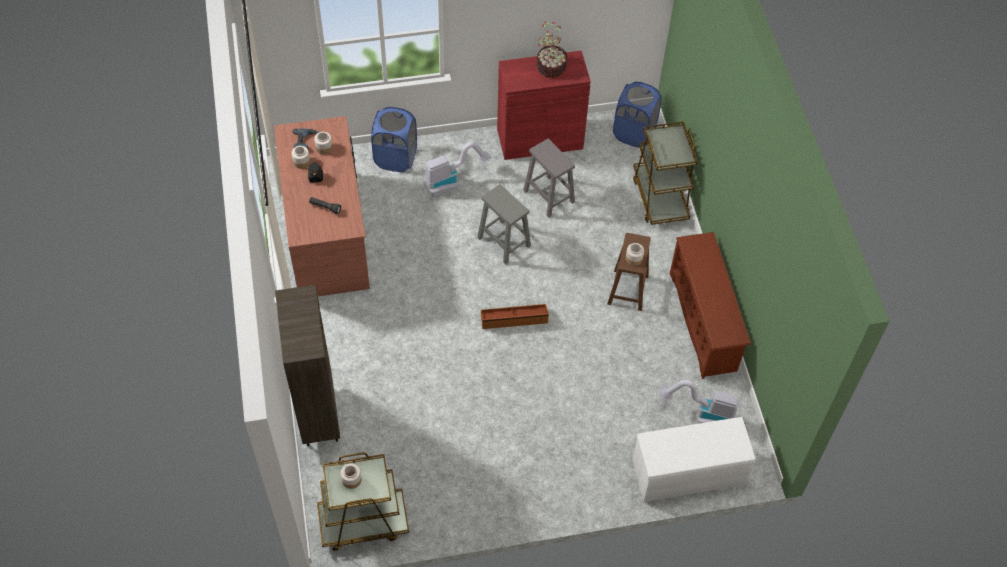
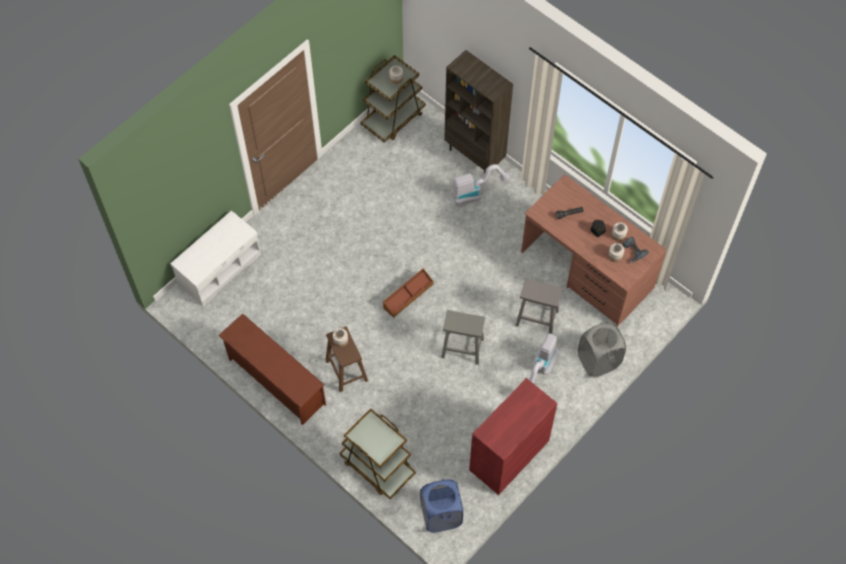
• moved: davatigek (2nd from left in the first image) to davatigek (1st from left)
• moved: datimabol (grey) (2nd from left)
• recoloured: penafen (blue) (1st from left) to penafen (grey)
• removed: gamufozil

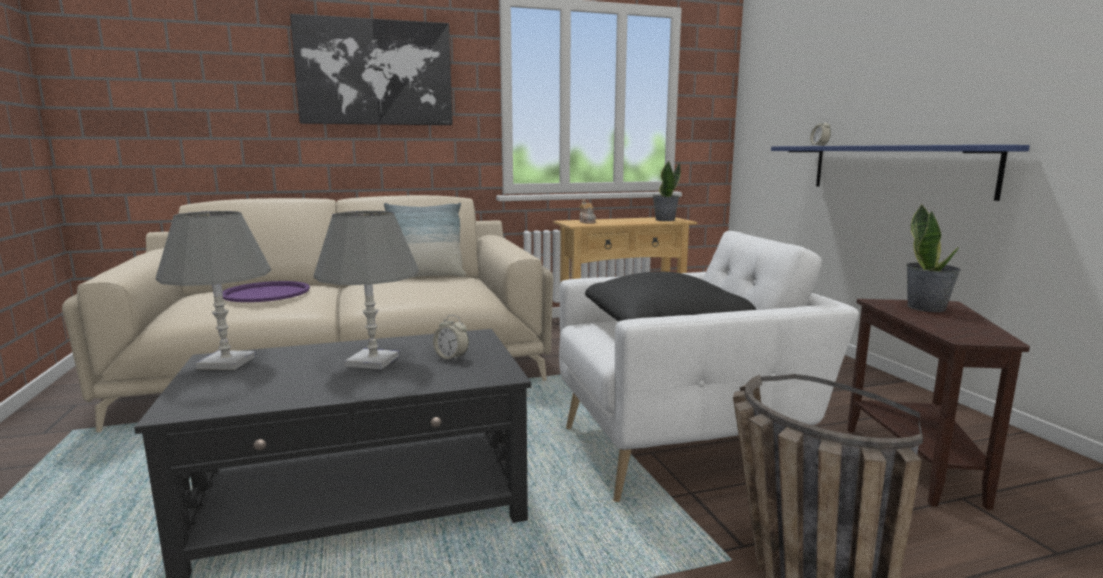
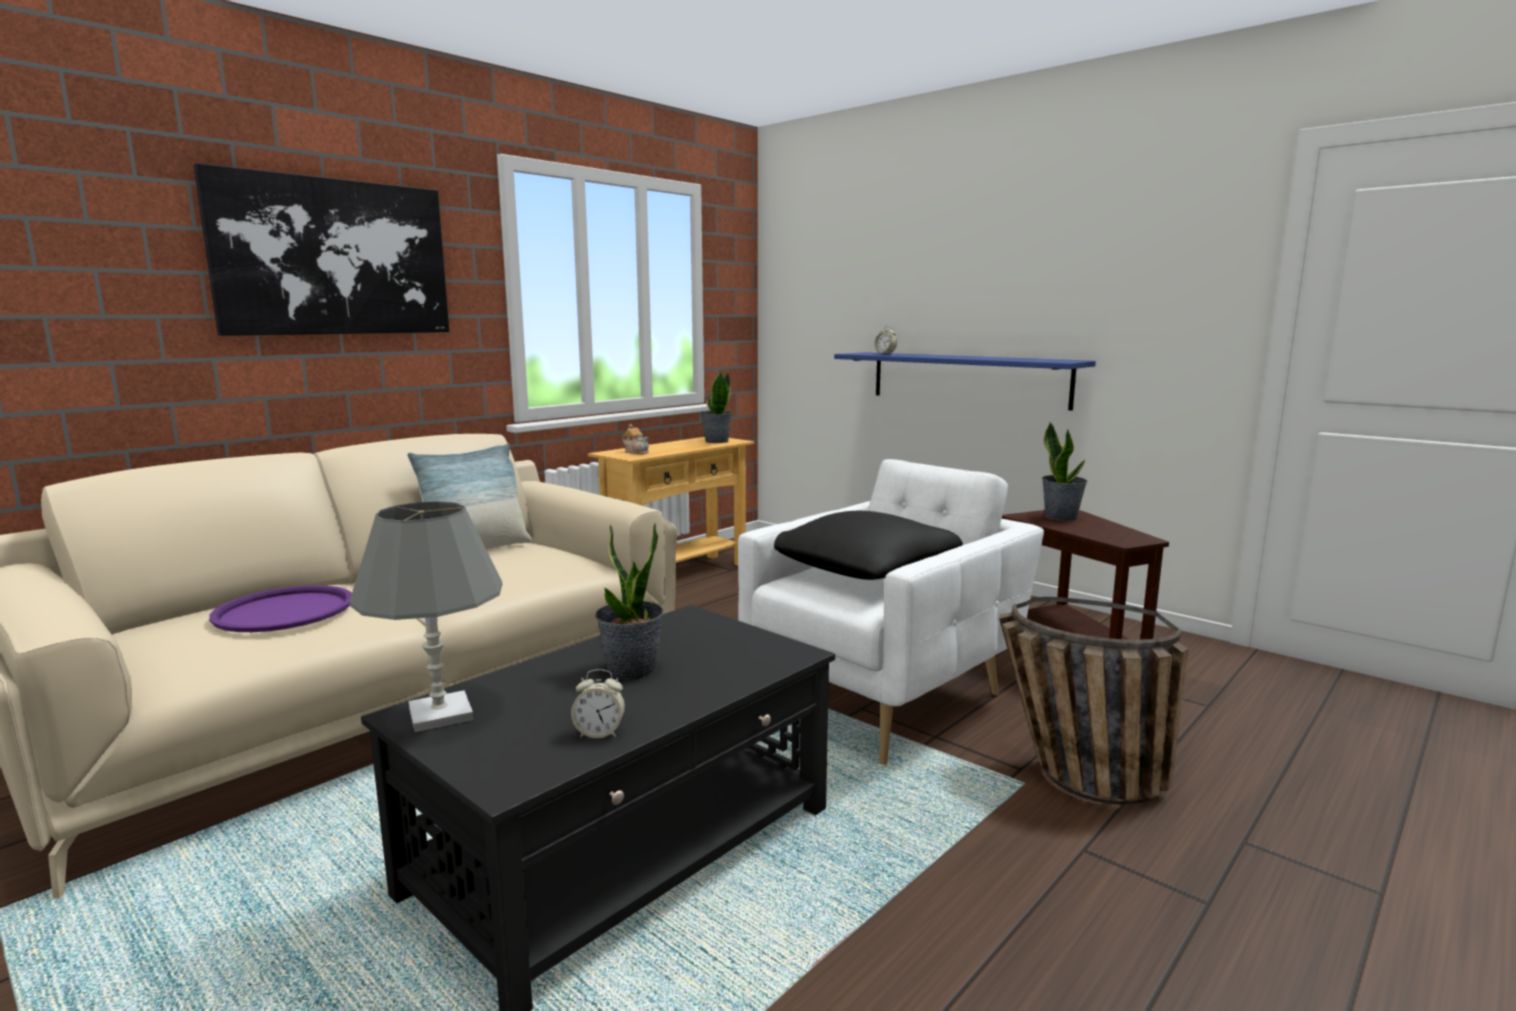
• moved: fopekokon (1st from left)
• replaced: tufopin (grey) (2nd from left) to gamufozil (1st from left)

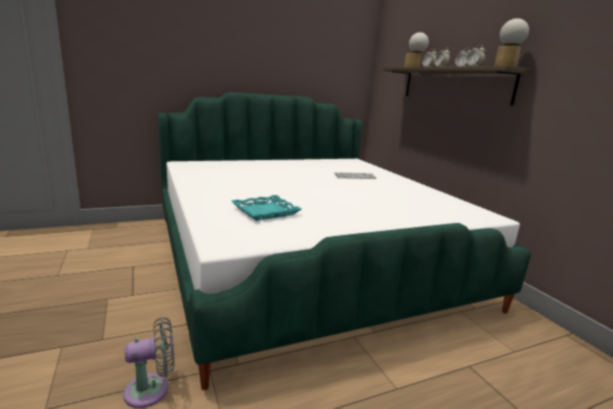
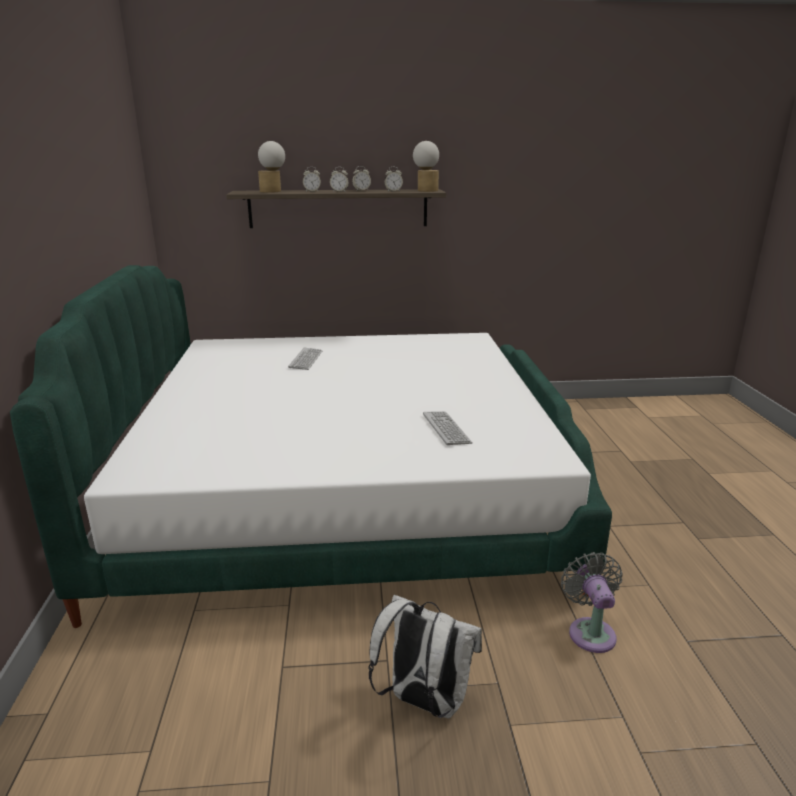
• added: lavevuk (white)
• replaced: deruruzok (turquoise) to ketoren (2nd from left)

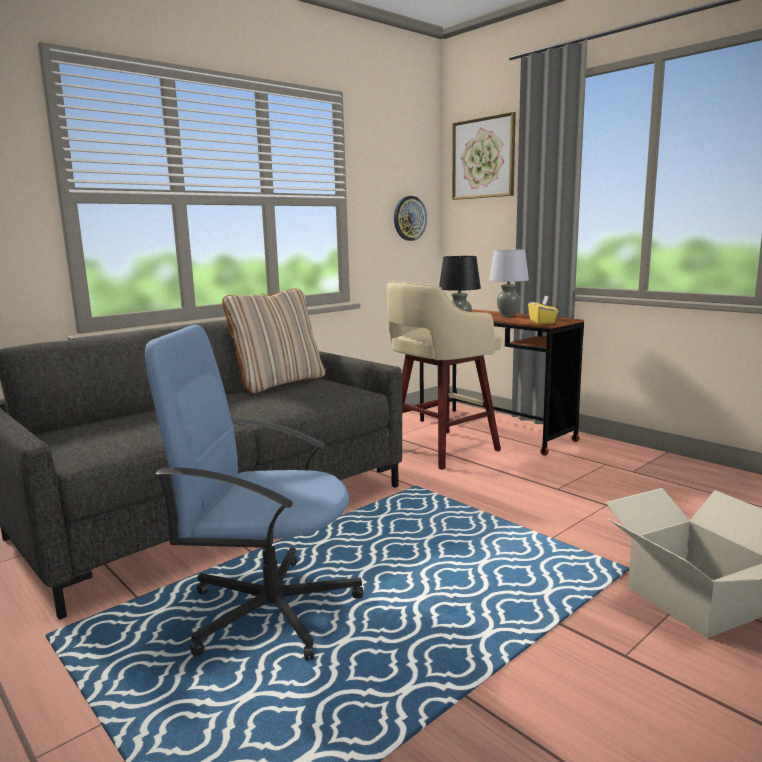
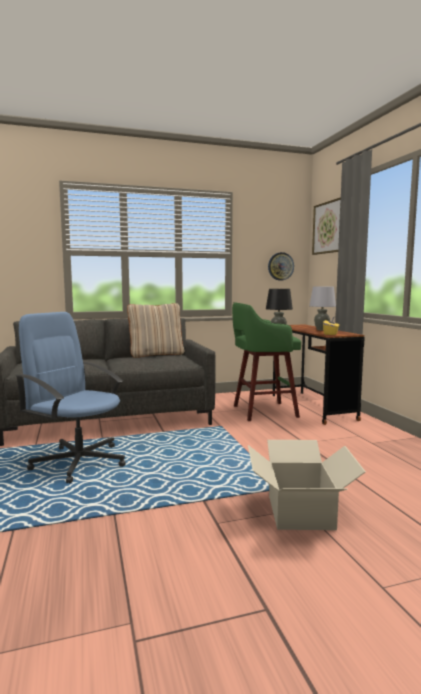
• recoloured: datimabol (beige) to datimabol (green)

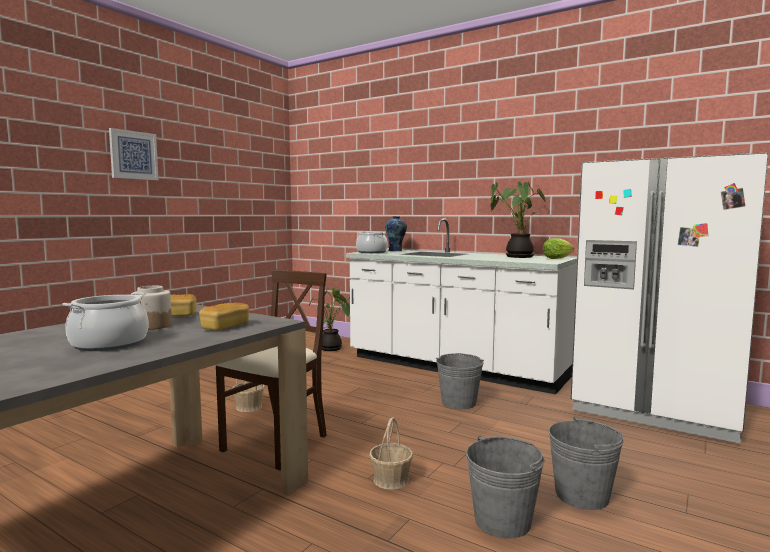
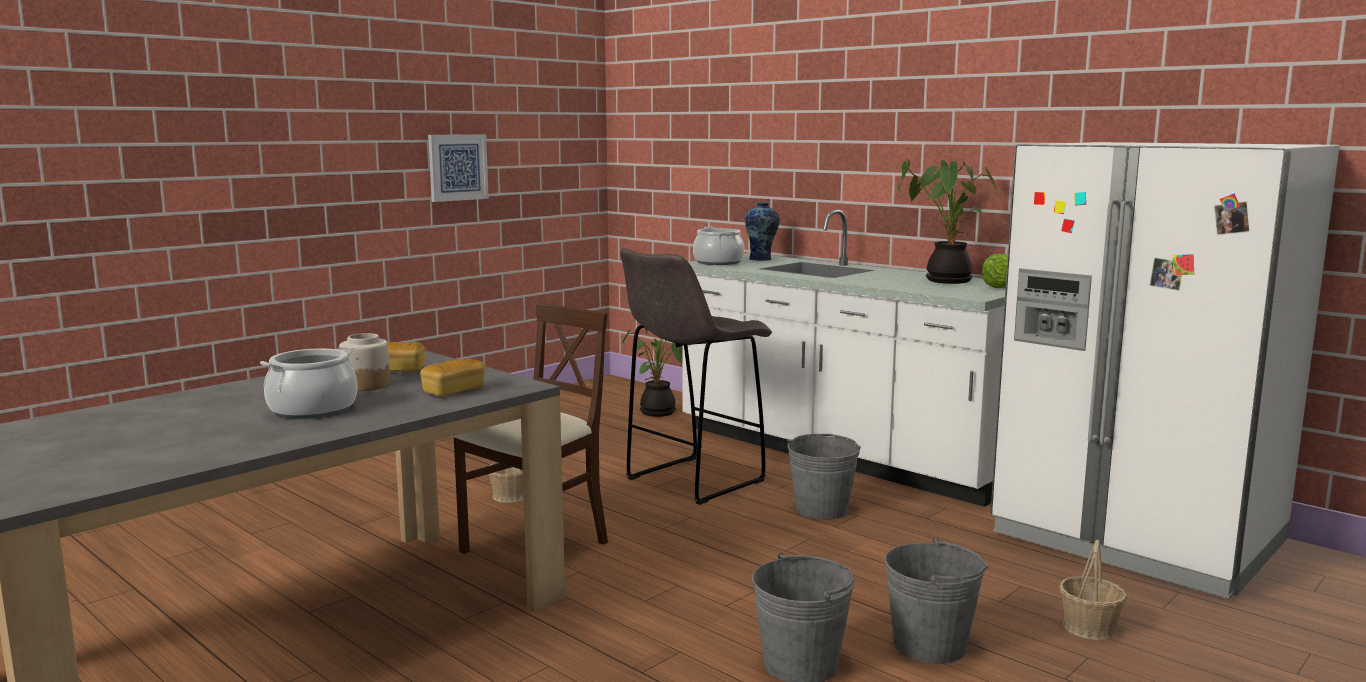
• moved: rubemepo
• added: datimabol (grey)
• moved: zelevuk (2nd from left)

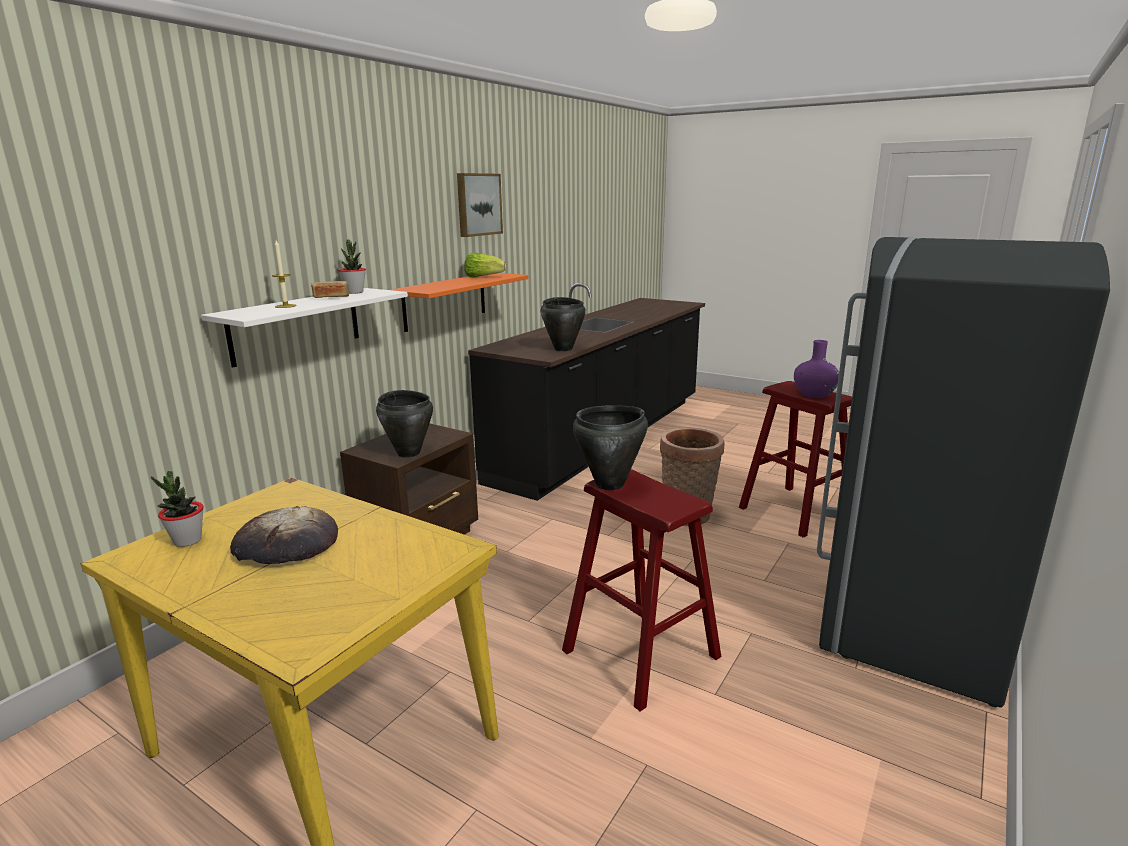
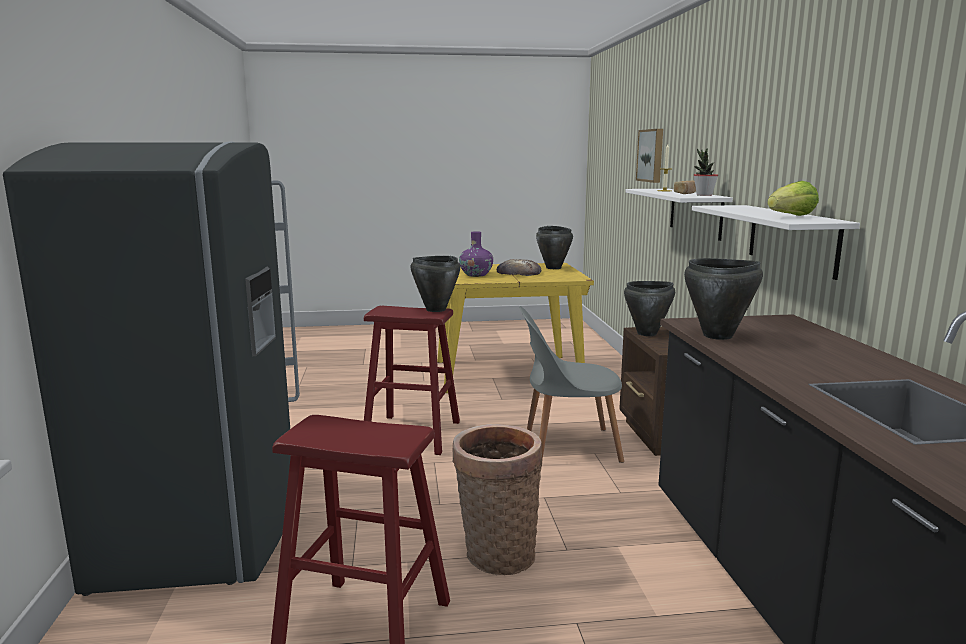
• moved: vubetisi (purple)
• added: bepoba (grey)
• replaced: gamufozil (1st from left) to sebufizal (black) (2nd from left)
• moved: rubemepo
• recoloured: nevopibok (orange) to nevopibok (white) (2nd from left)

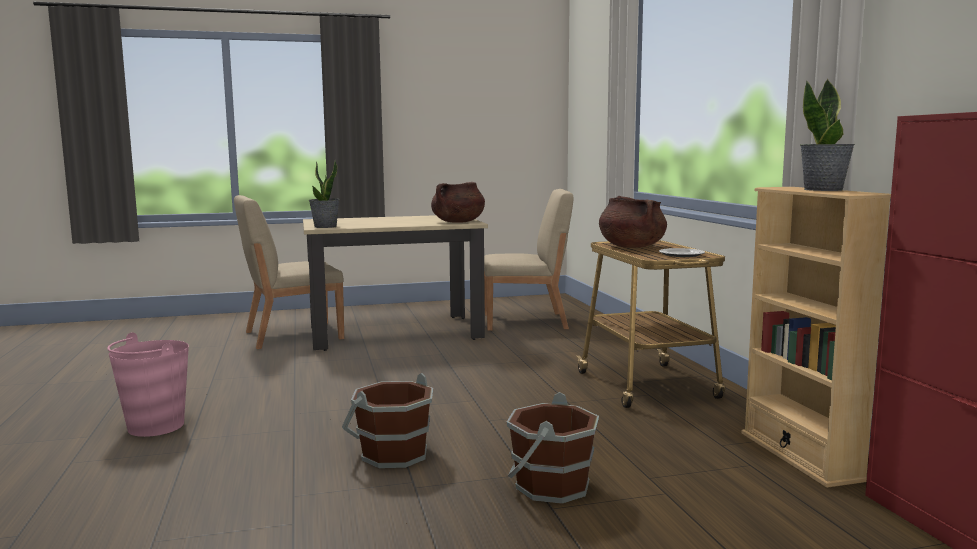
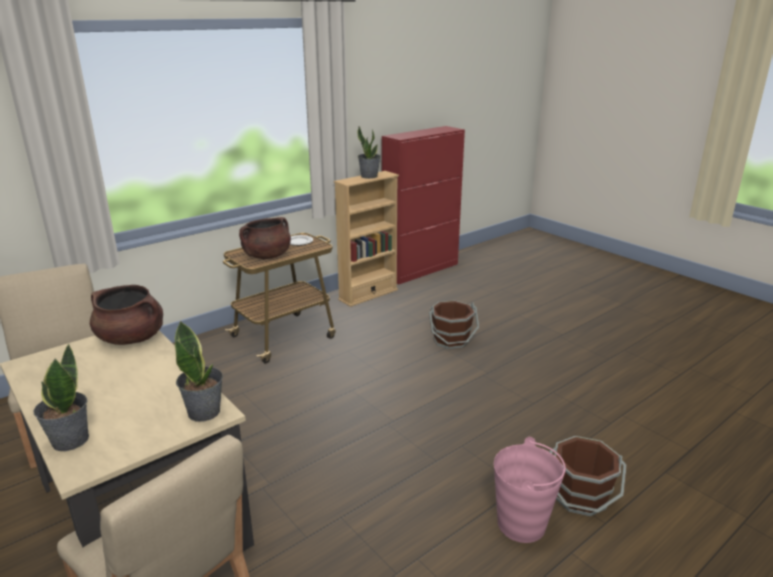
• added: gamufozil (1st from left)
• moved: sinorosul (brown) (1st from left in the first image) to sinorosul (brown) (2nd from left)

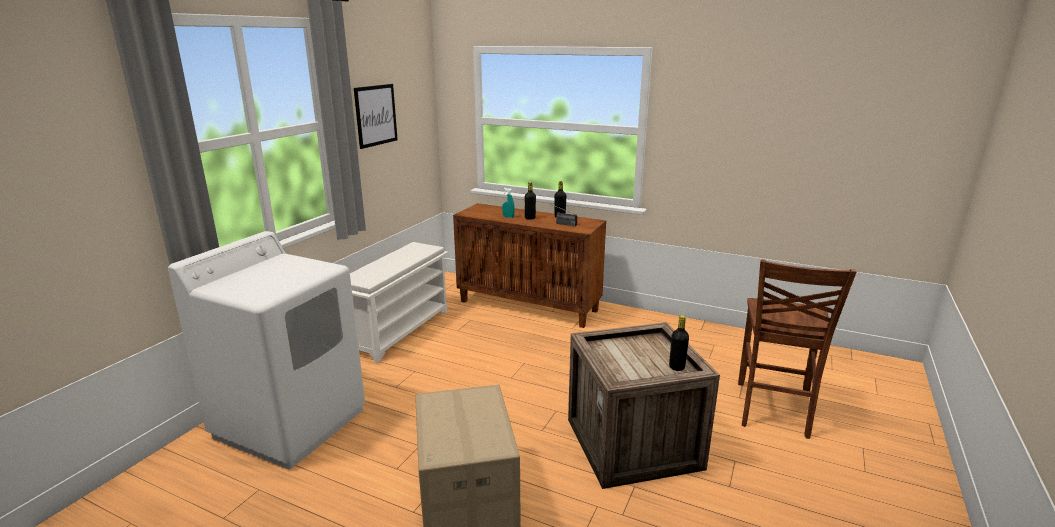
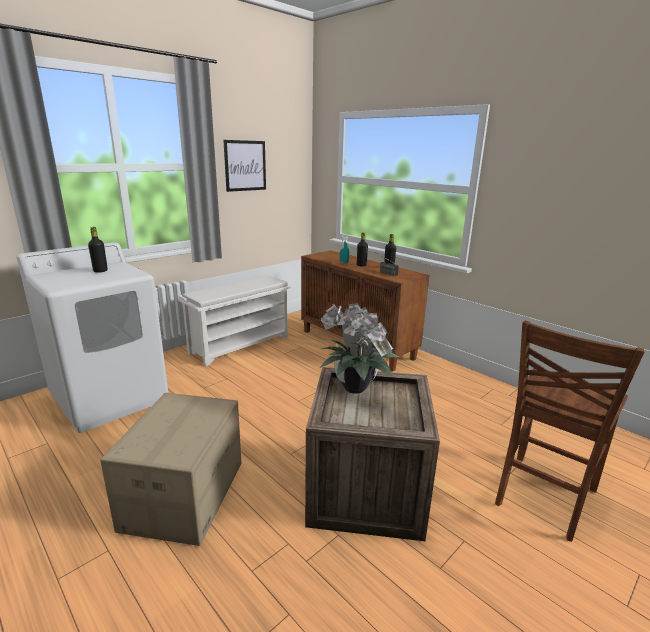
• moved: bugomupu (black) (3rd from left in the first image) to bugomupu (black) (1st from left)
• added: gamufozil

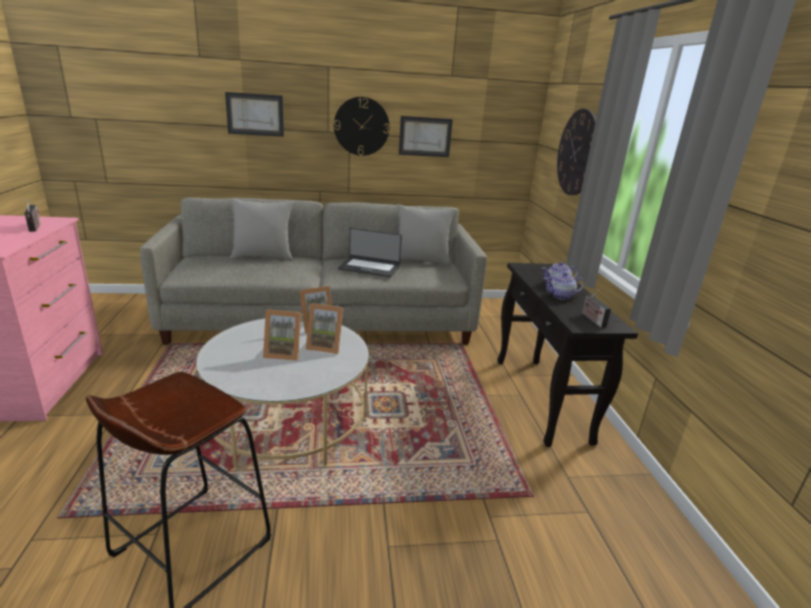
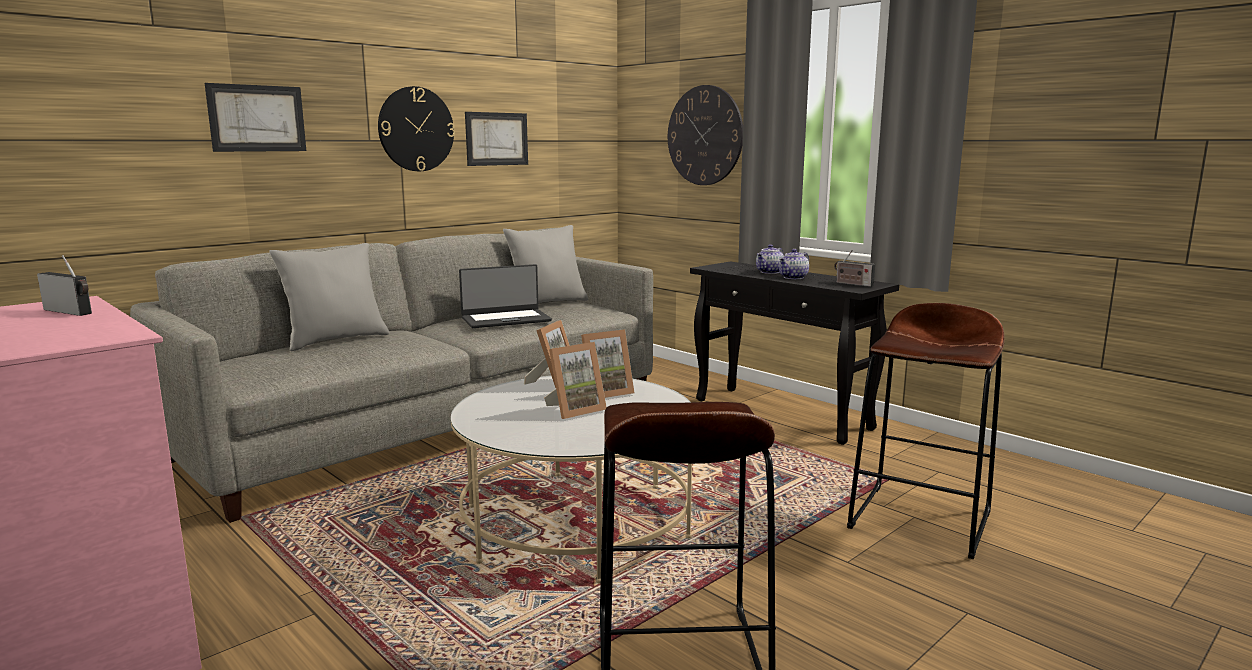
• added: datimabol (brown) (2nd from left)

